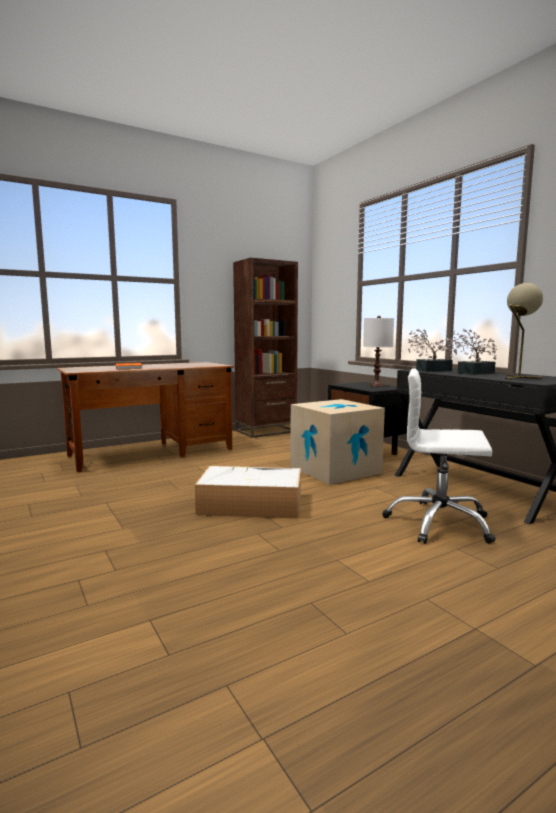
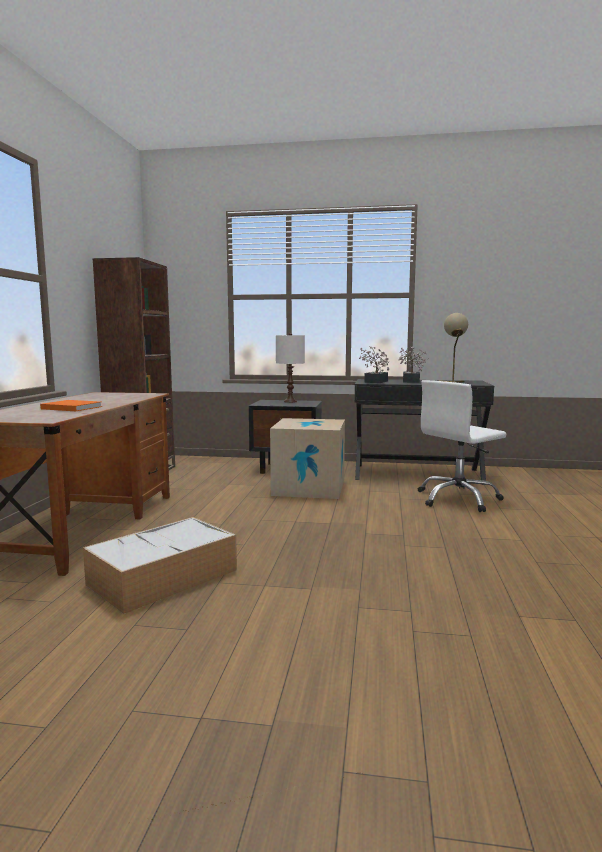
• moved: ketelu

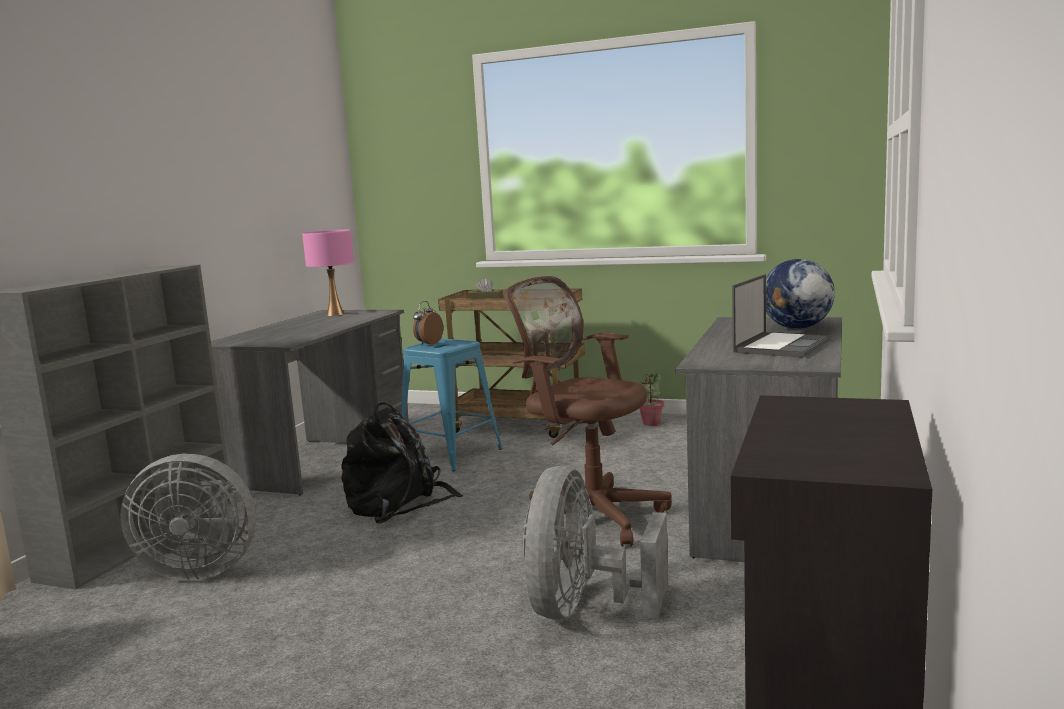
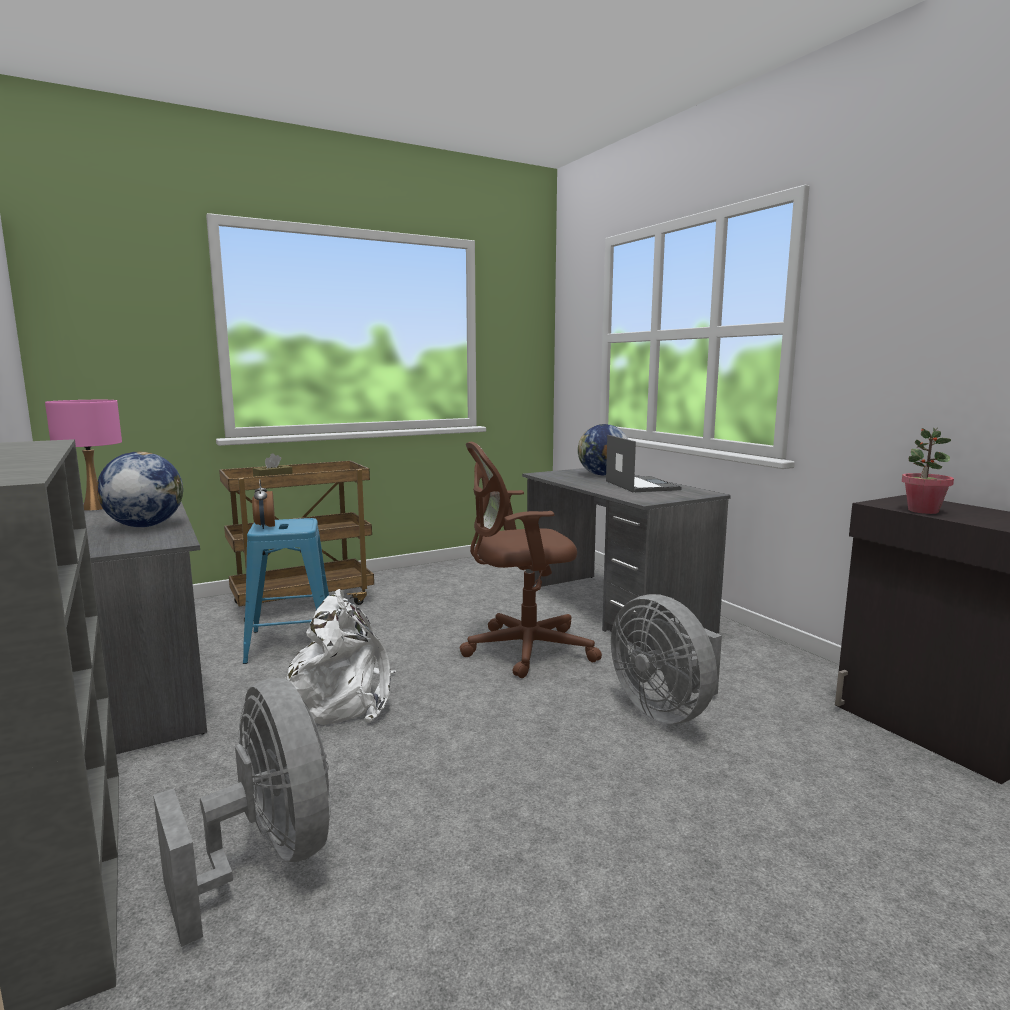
• added: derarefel (1st from left)
• turned: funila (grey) (1st from left) 75 degrees counterclockwise
• recoloured: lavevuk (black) to lavevuk (white)
• moved: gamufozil

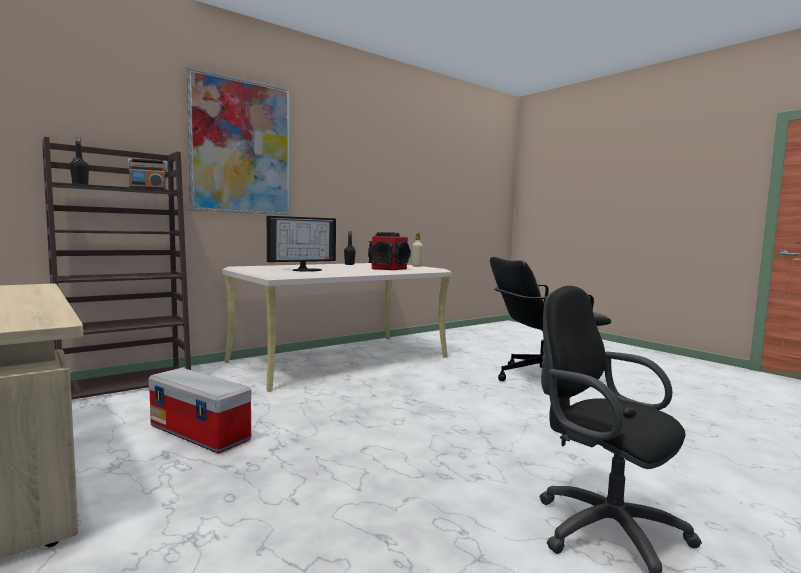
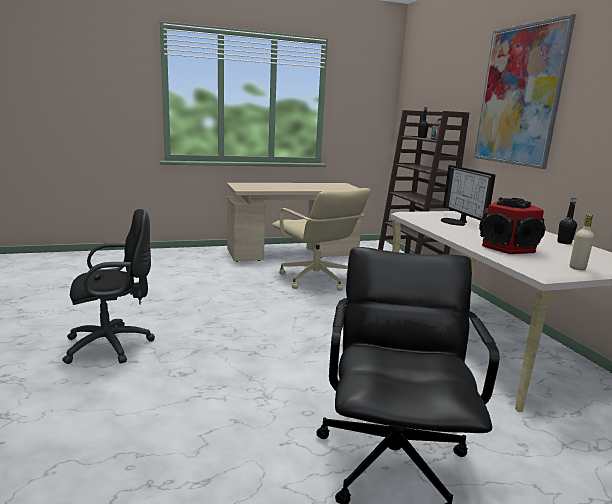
• replaced: ketelu to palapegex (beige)

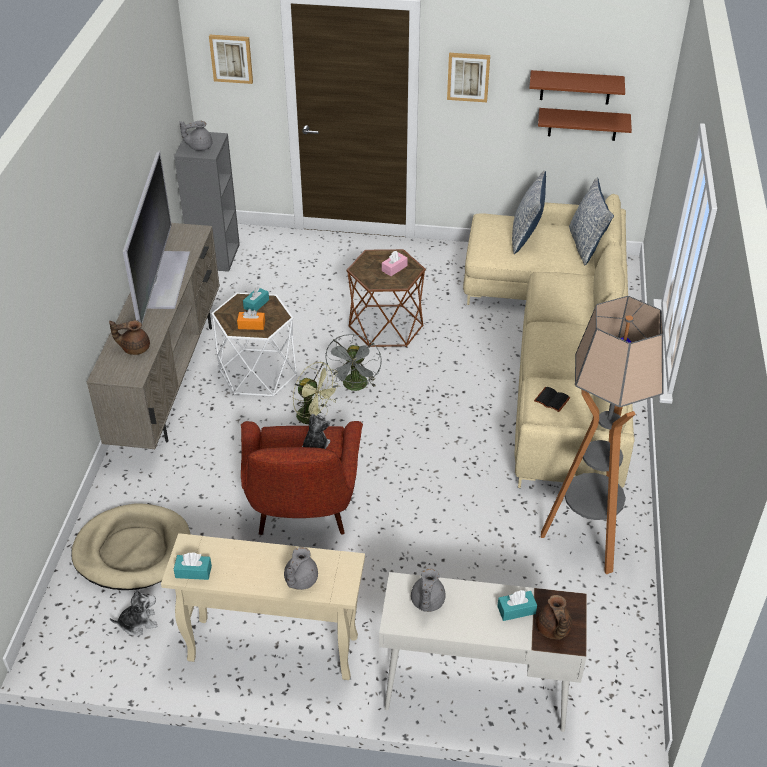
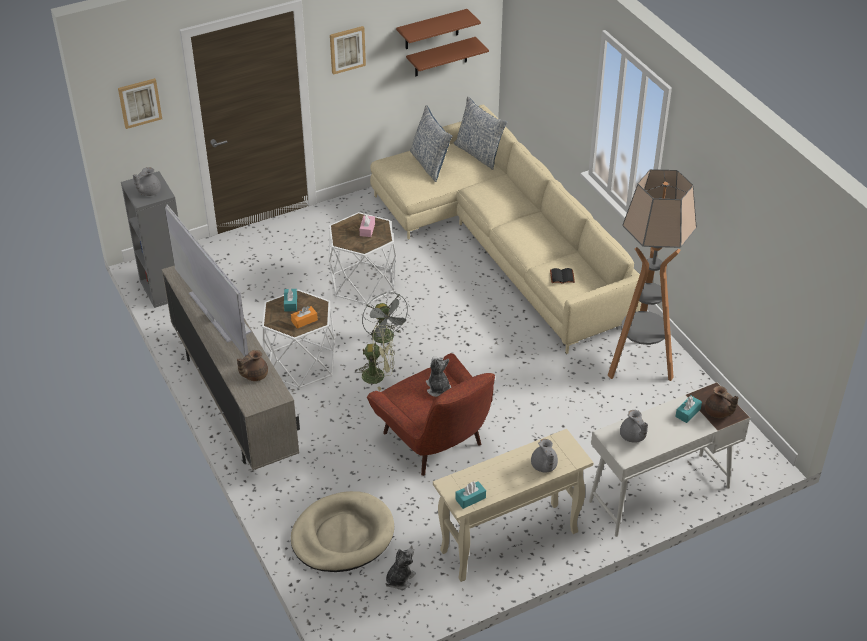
• recoloured: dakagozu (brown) to dakagozu (white) (2nd from left)

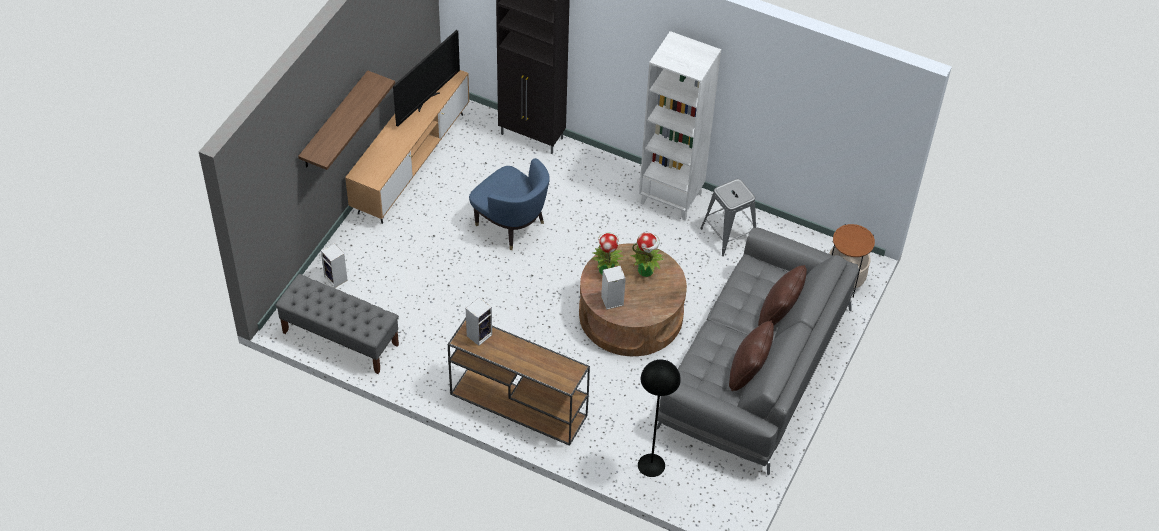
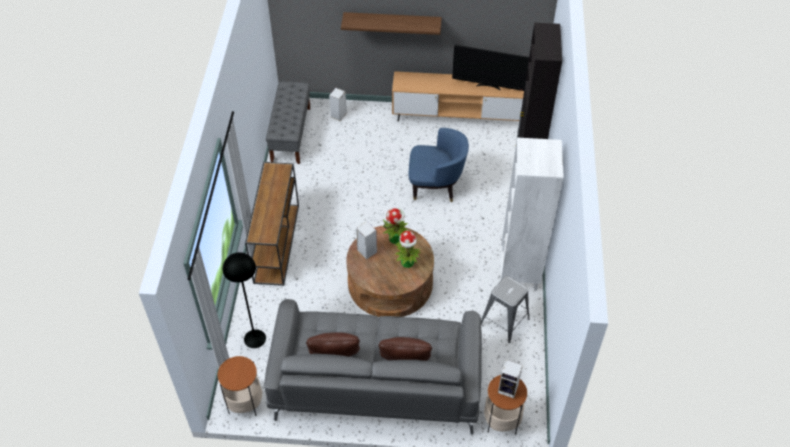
• added: dakagozu (1st from left)
• turned: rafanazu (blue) 105 degrees counterclockwise
• moved: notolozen (2nd from left in the first image) to notolozen (3rd from left)

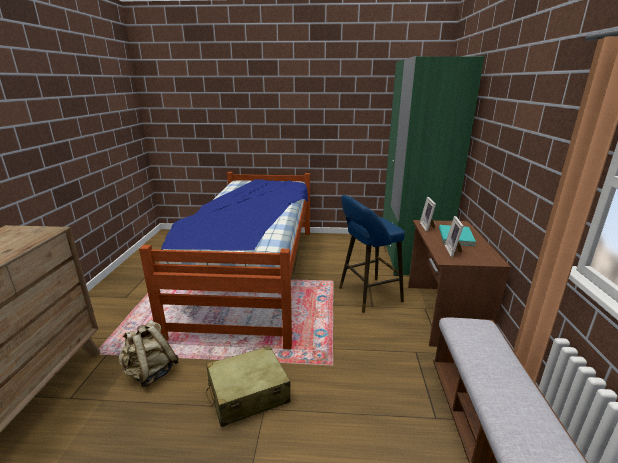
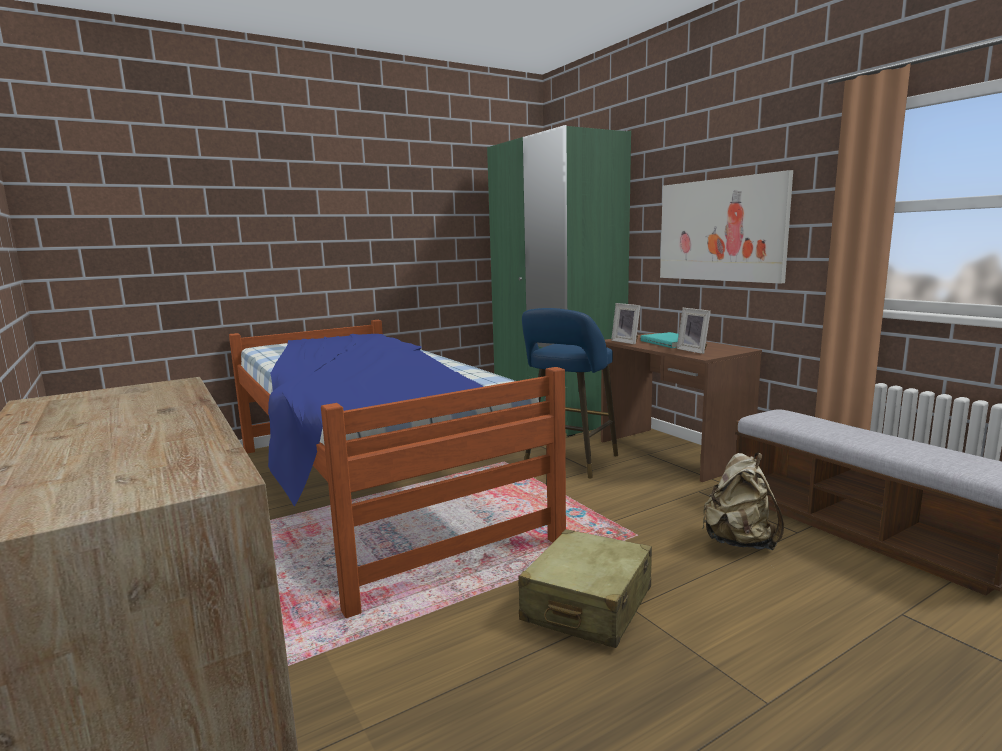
• added: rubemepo
• moved: lavevuk (beige)

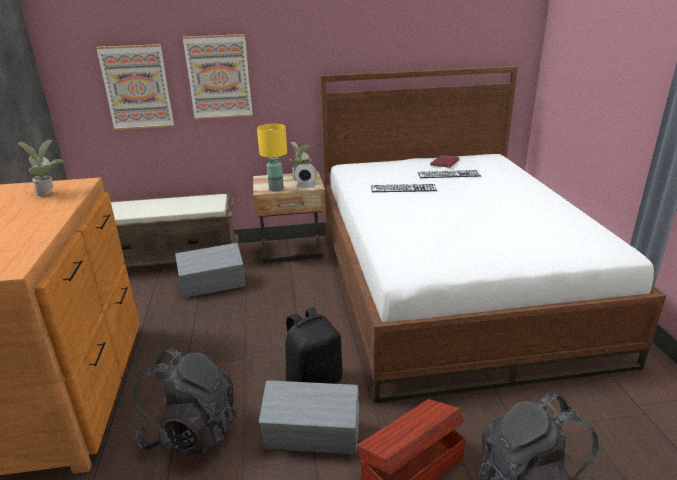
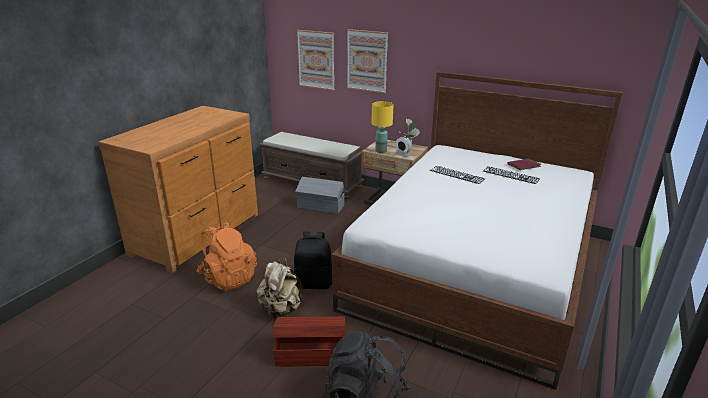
• recoloured: lavevuk (black) (1st from left) to lavevuk (orange)
• replaced: ketelu (grey) (2nd from left) to lavevuk (beige)
• removed: gamufozil (1st from left)

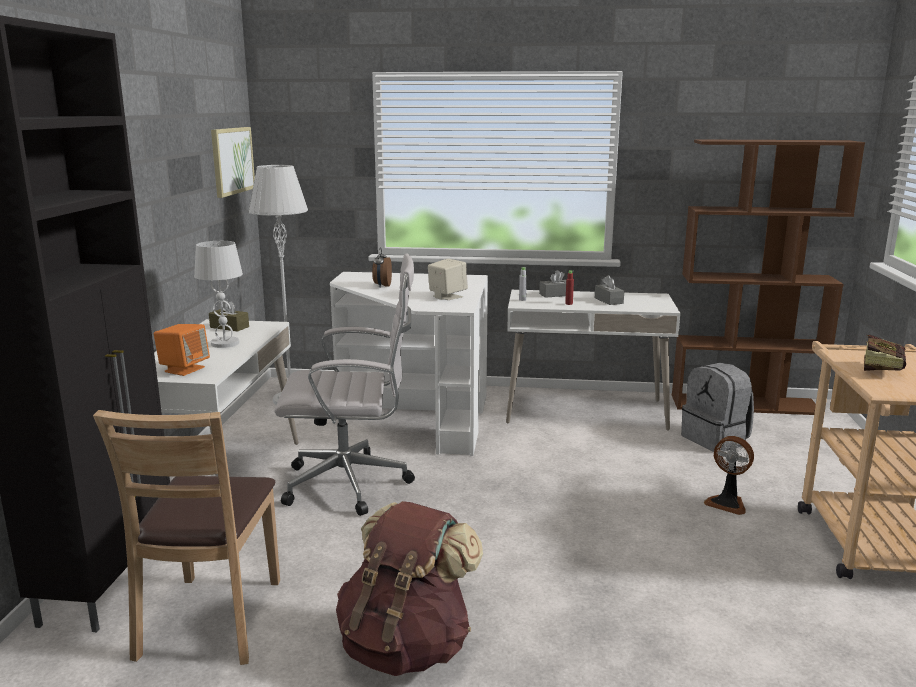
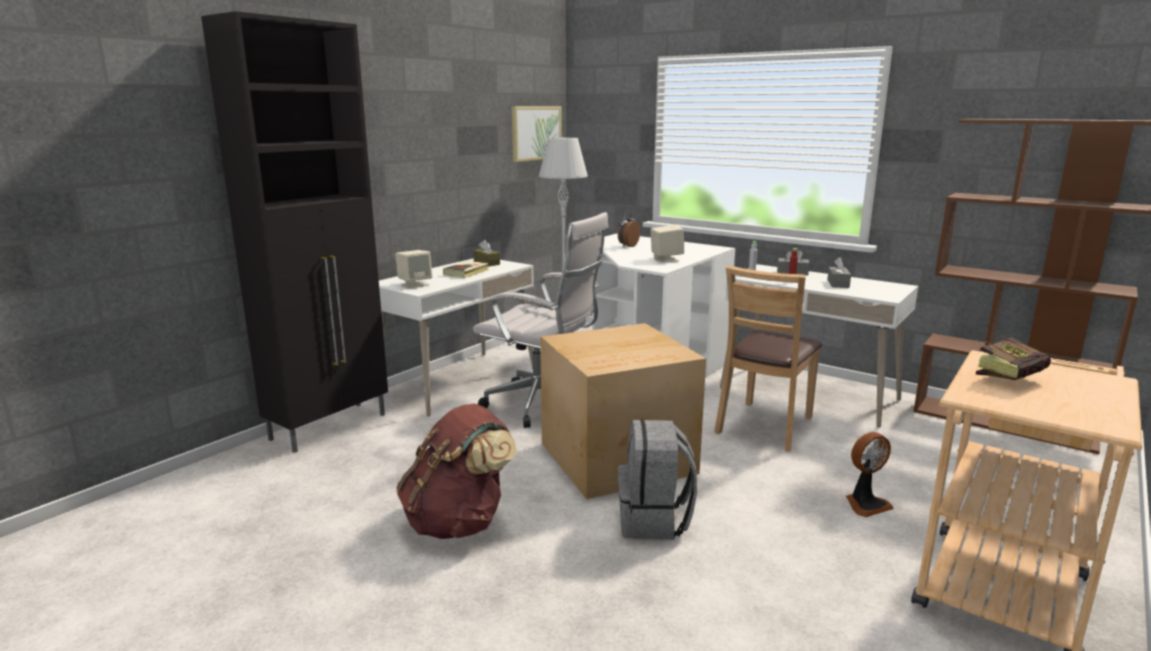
• recoloured: notolozen (orange) to notolozen (beige) (1st from left)
• replaced: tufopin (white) to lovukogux (1st from left)
• added: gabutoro
• moved: lavevuk (grey)
• moved: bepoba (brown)
• turned: funila 90 degrees counterclockwise

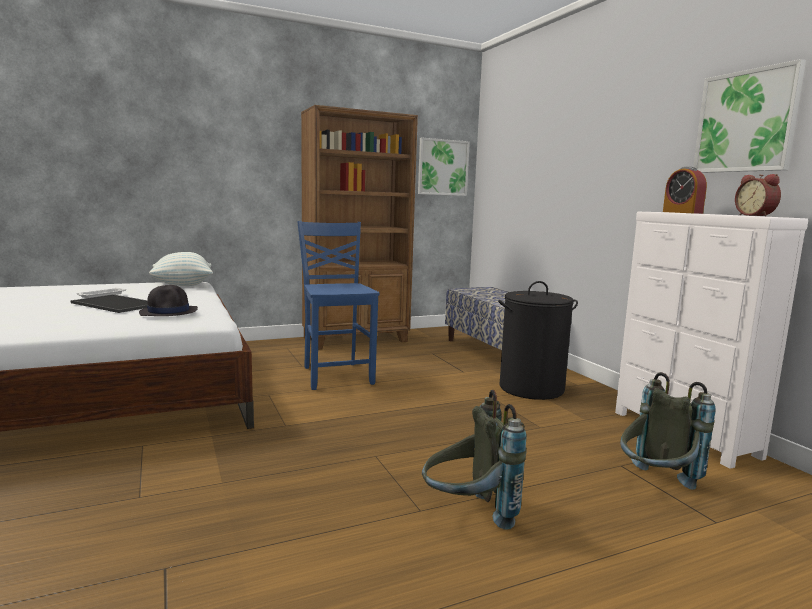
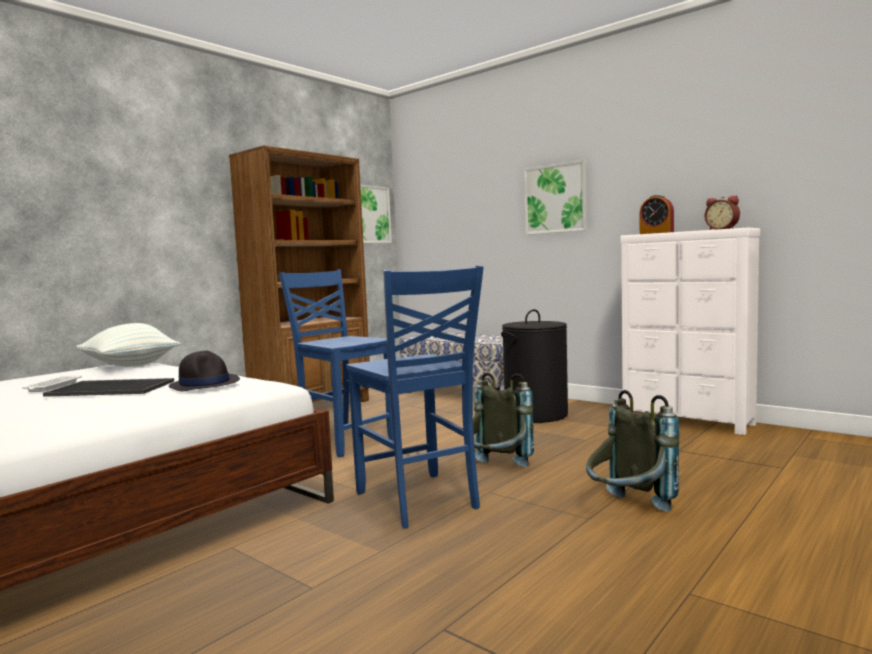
• added: bepoba (blue) (2nd from left)
• moved: lavevuk (grey) (2nd from left in the first image) to lavevuk (grey) (1st from left)
• moved: rubemepo (2nd from left)

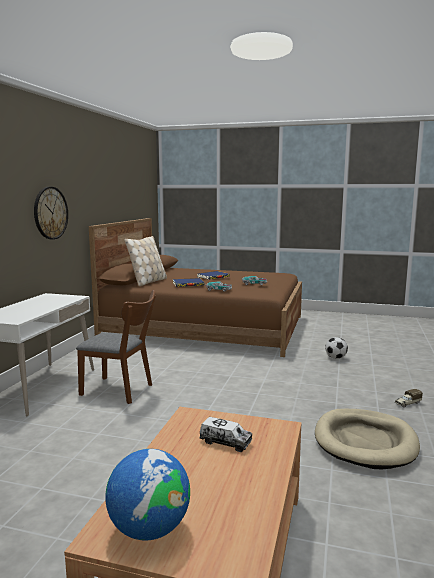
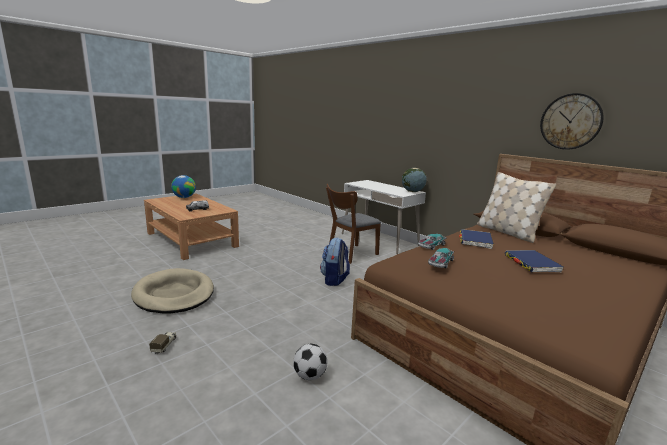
• added: lavevuk
• added: derarefel (2nd from left)
• moved: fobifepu

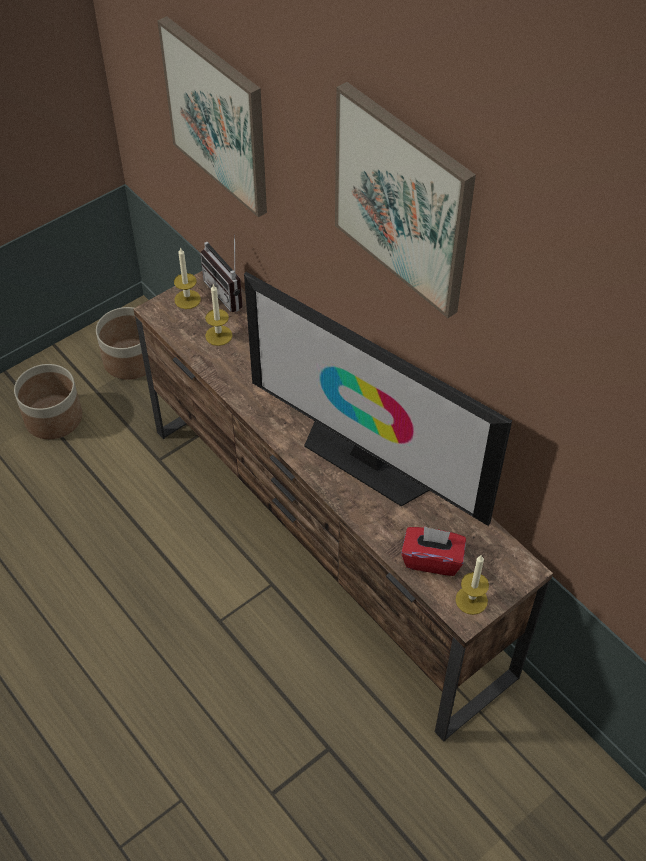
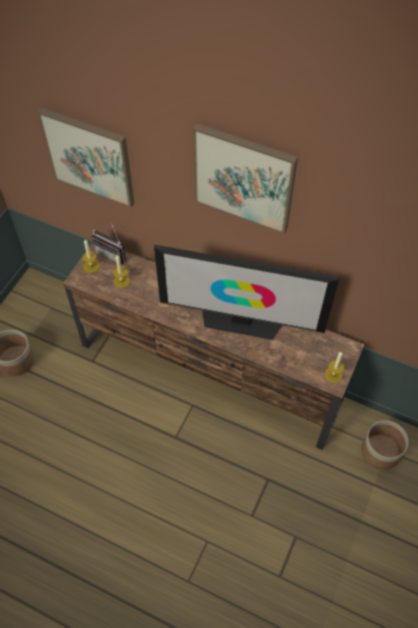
• moved: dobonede (2nd from left)
• removed: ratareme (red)

